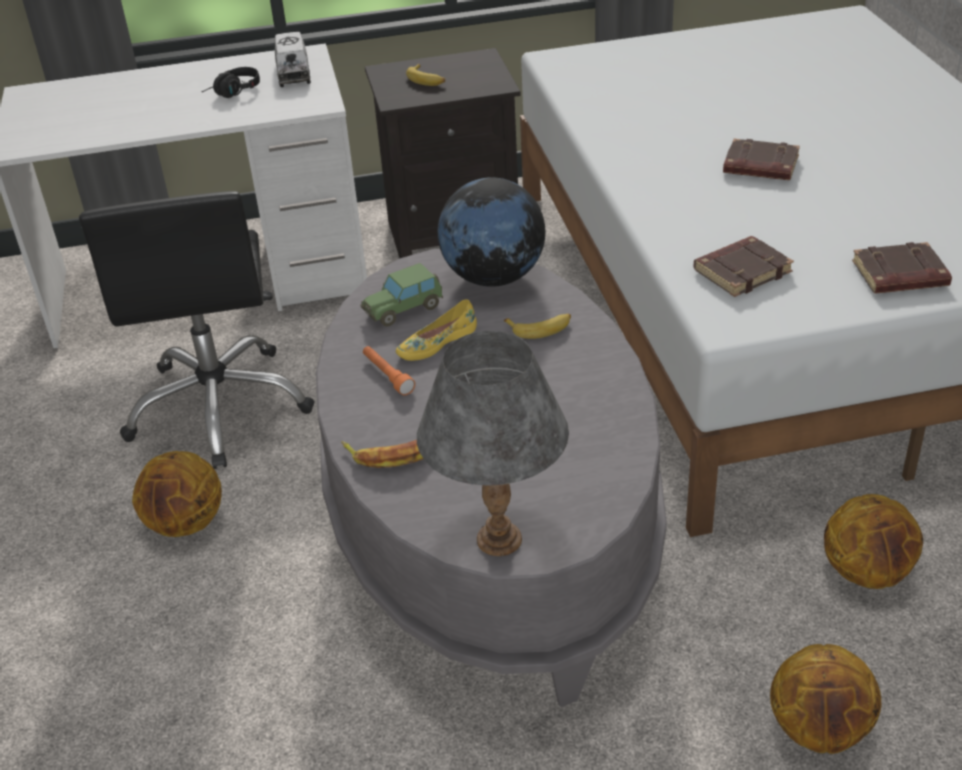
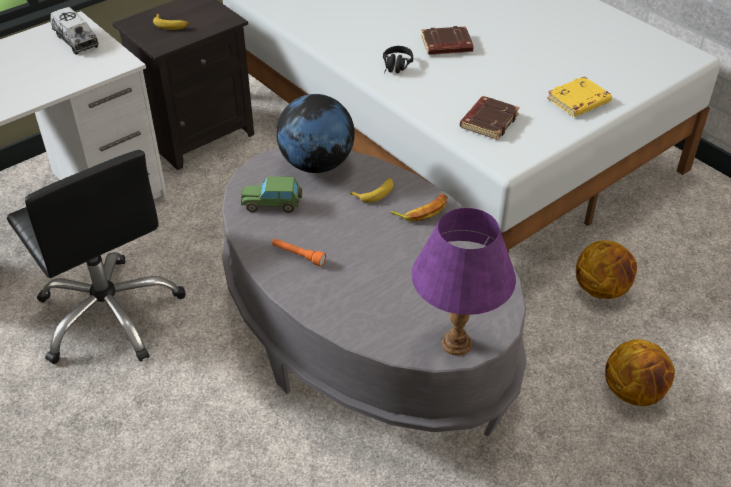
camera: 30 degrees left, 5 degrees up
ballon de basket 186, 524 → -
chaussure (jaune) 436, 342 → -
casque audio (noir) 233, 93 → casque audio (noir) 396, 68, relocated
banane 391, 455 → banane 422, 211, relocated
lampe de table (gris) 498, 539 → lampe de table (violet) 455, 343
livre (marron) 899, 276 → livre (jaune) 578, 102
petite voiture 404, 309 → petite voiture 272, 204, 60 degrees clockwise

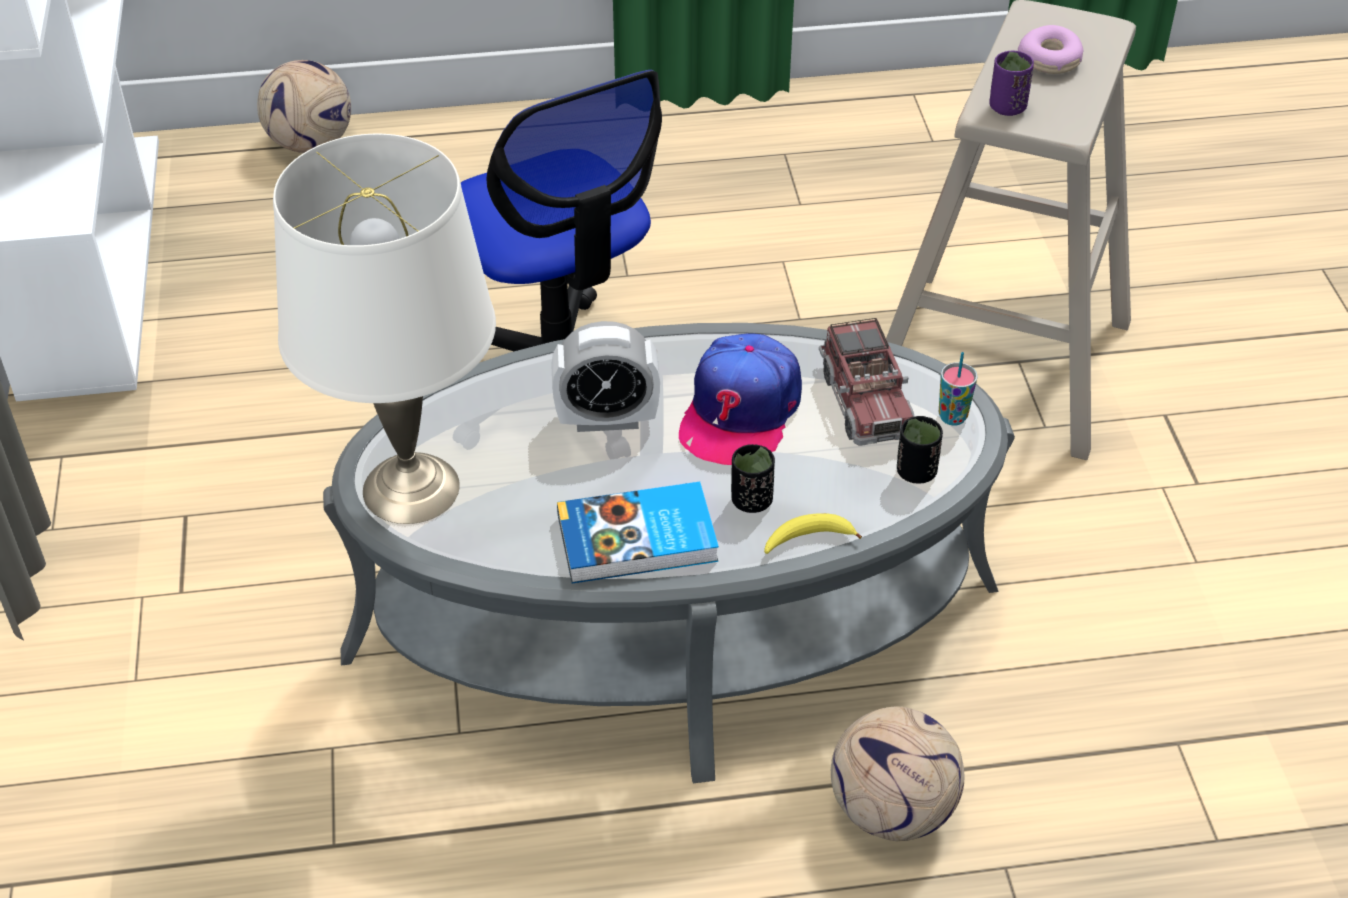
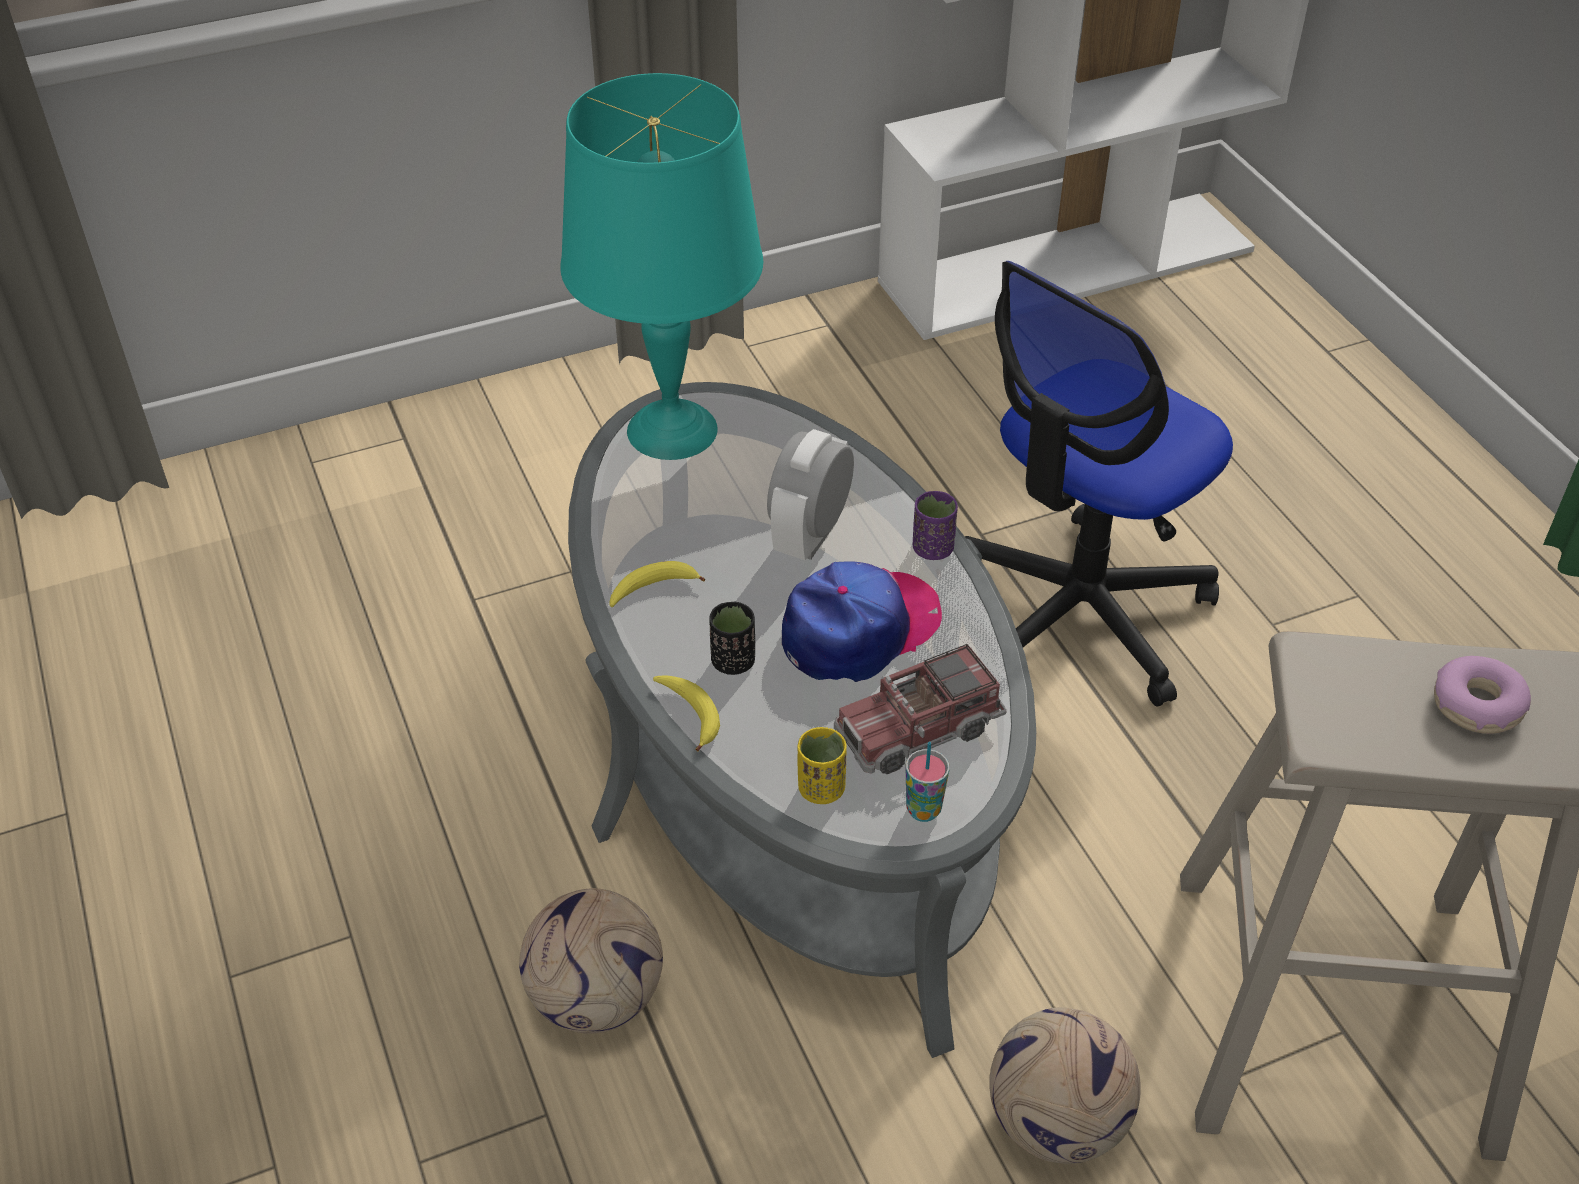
camera: 75 degrees right, 0 degrees up
ballon de foot 311, 144 → ballon de foot 1055, 1122, relocated
tasse (violet) 1007, 107 → tasse (violet) 932, 549, relocated
livre 638, 540 → banane 652, 589
lampe de table (blanc) 412, 487 → lampe de table (turquoise) 673, 430
tasse (noir) 916, 472 → tasse (jaune) 821, 789
réveil 607, 419 → réveil 810, 535, 45 degrees clockwise
casquette 740, 412 → casquette 860, 630, 135 degrees clockwise

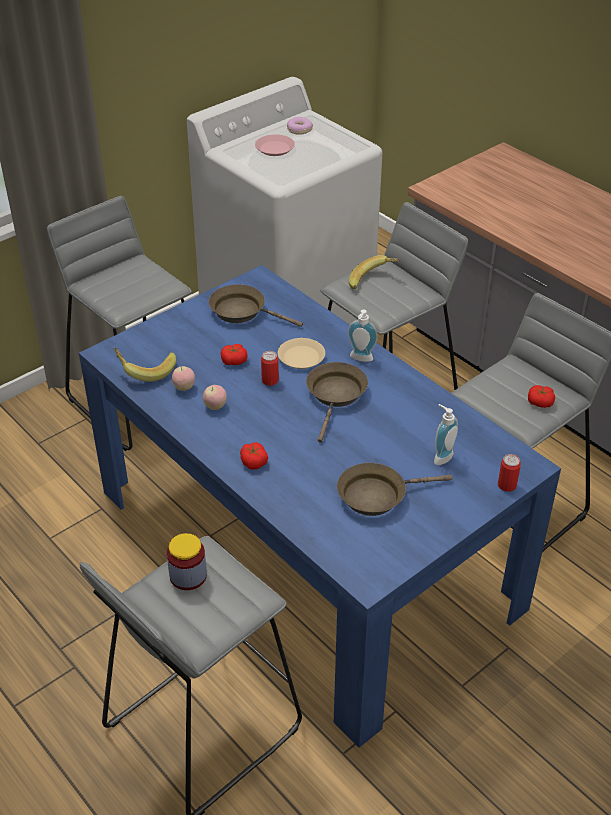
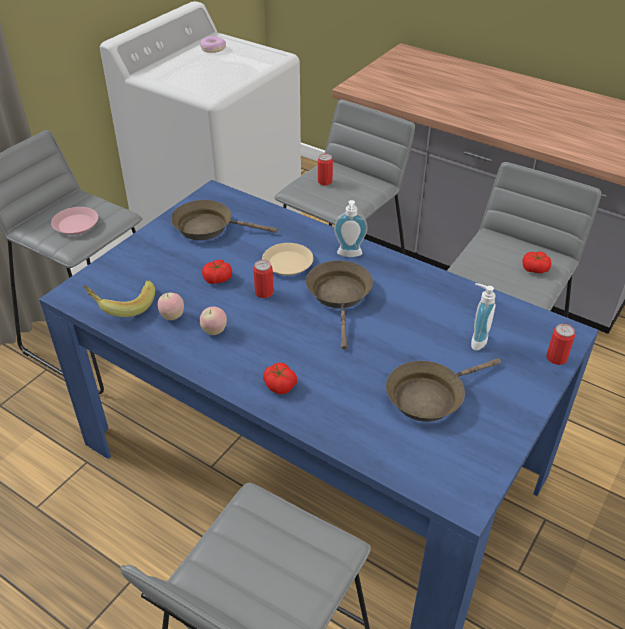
camera: 15 degrees left, 0 degrees up
bocal 188, 576 → -
assiette (rose) 274, 149 → assiette (rose) 75, 225, relocated
banane 373, 282 → boîte métallique 325, 181

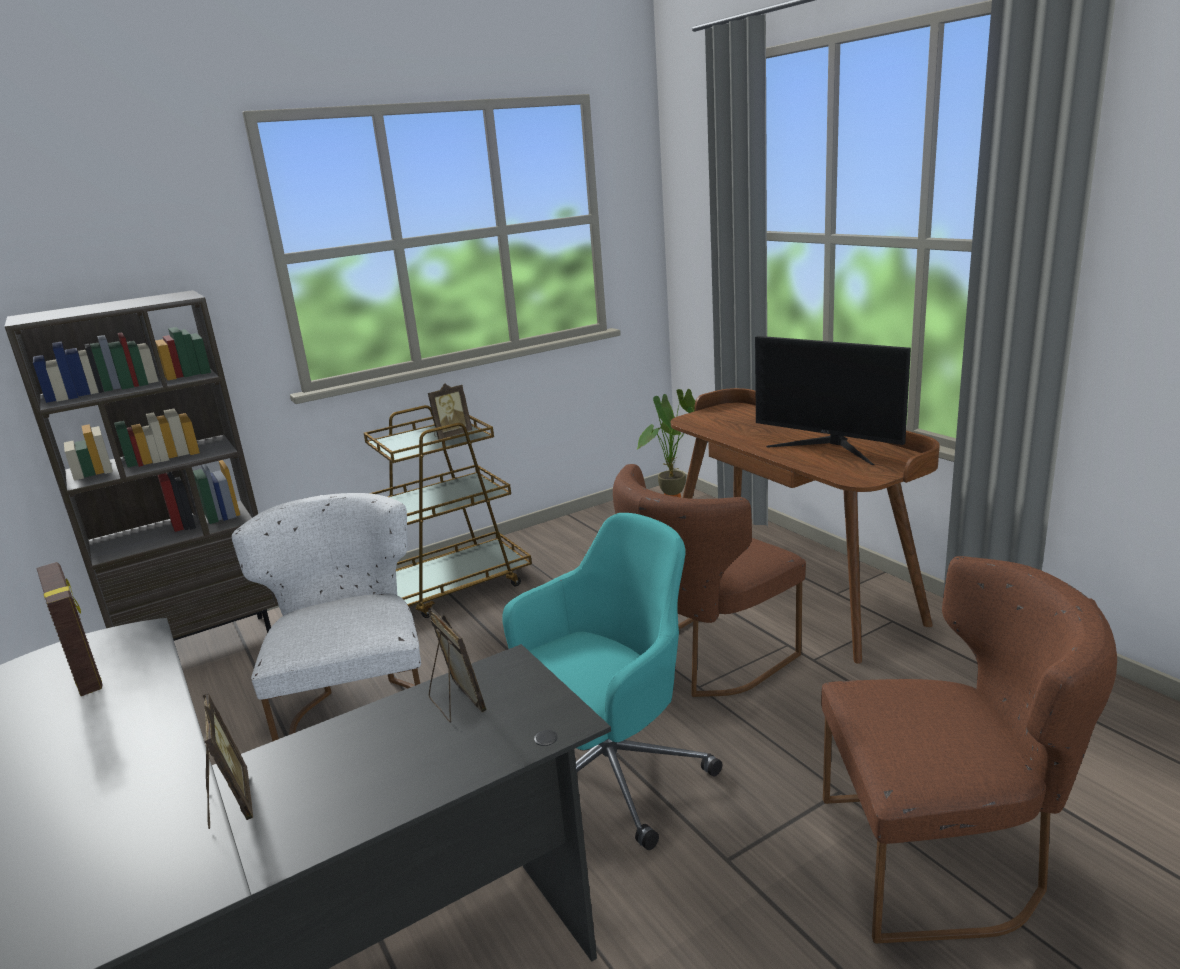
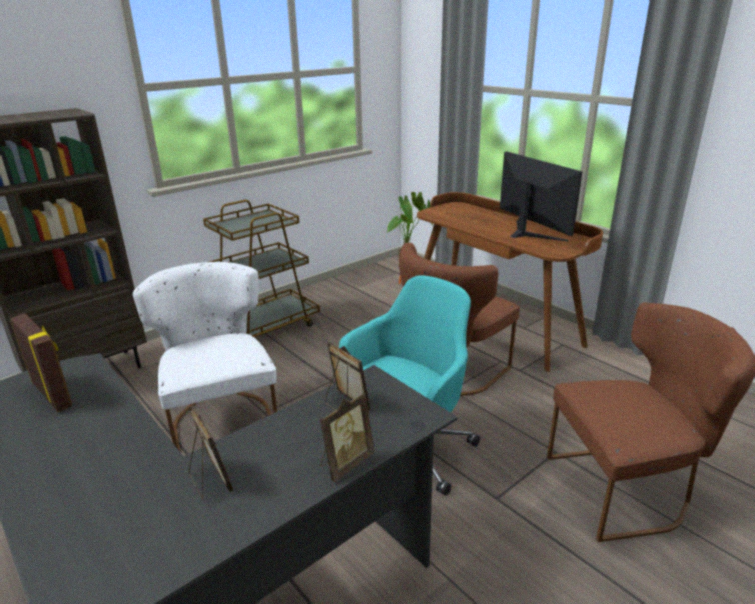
camera: 10 degrees left, 5 degrees up
cadre photo 451, 435 → cadre photo 345, 463, relocated
écran d'ordinateur 829, 448 → écran d'ordinateur 529, 233, 150 degrees counterclockwise

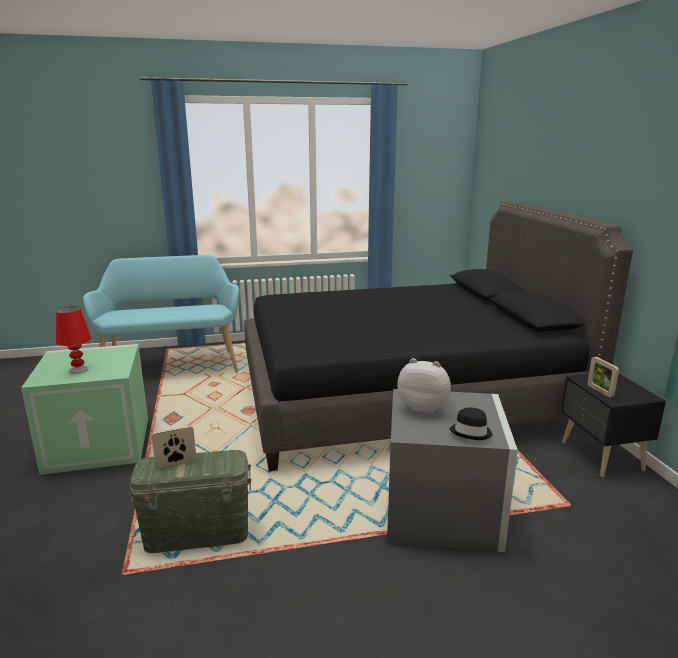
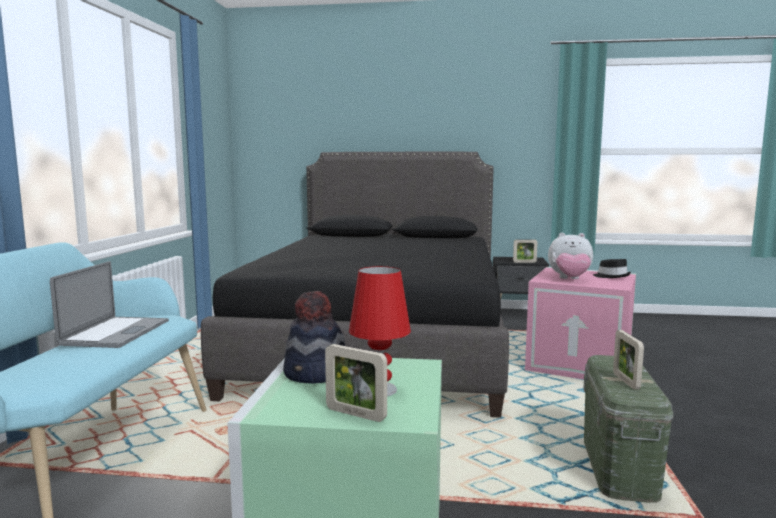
camera: 70 degrees left, 10 degrees down
- → ordinateur portable 116, 332
- → chapeau 317, 374
- → cadre photo 355, 414
boîte de rangement (gris) 443, 511 → boîte de rangement (rose) 581, 363
peluche 424, 408 → peluche 570, 279, 120 degrees counterclockwise

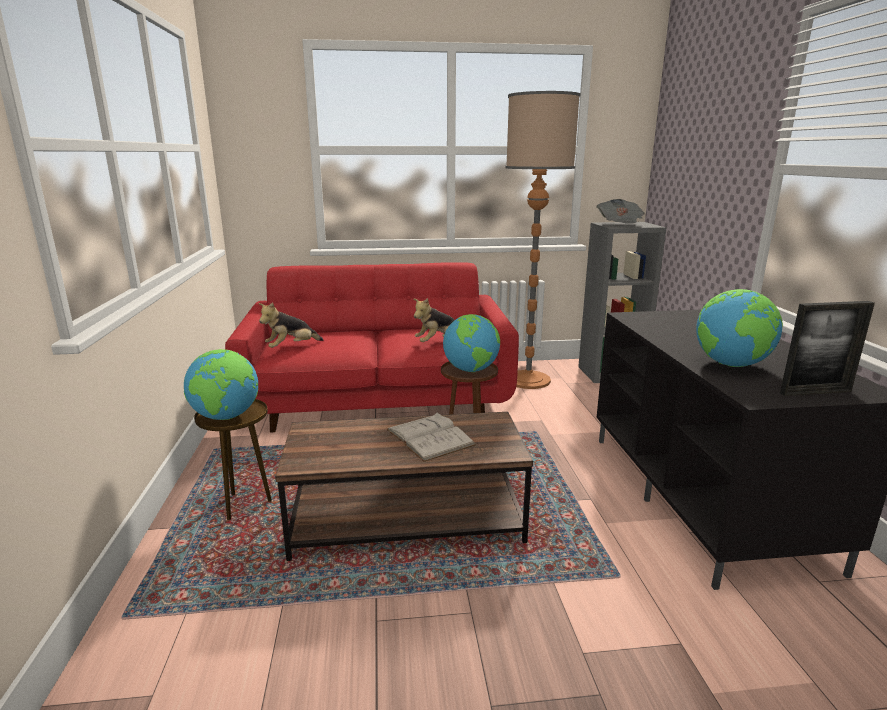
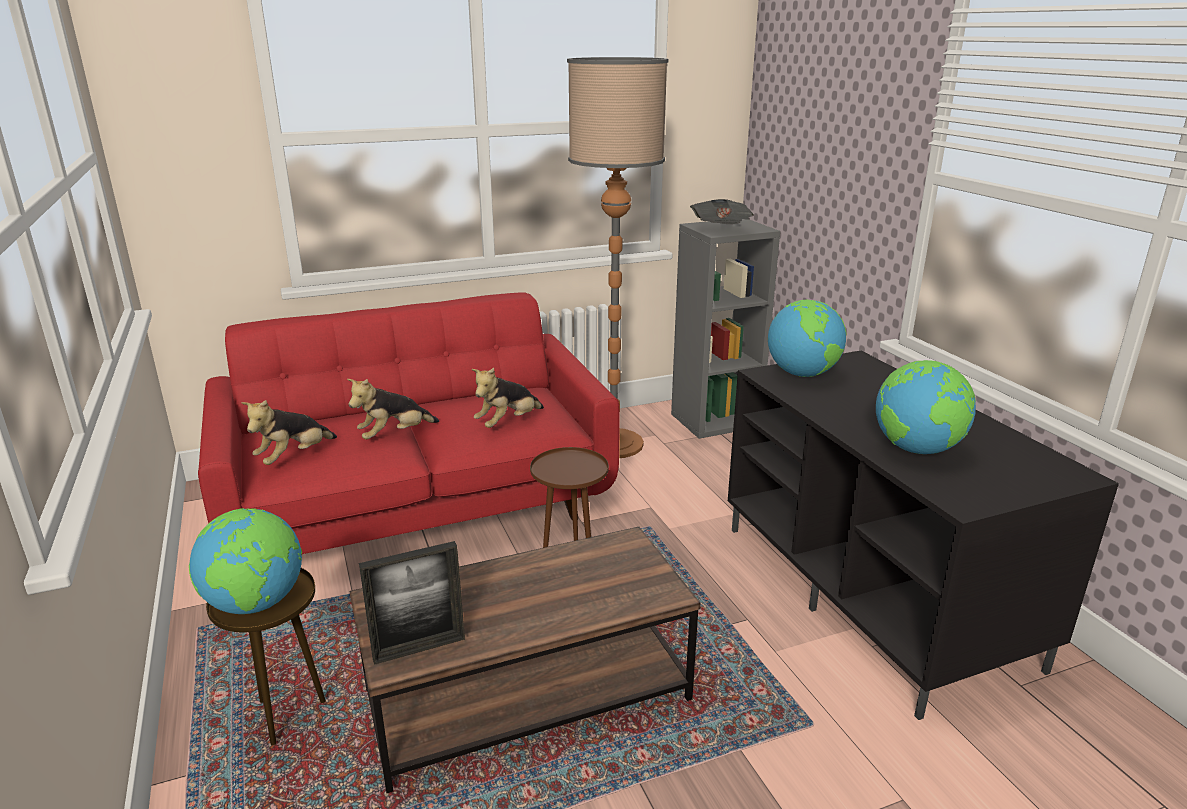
camera: 15 degrees left, 5 degrees up
livre (blanc) 430, 437 → -
- → peluche 394, 435
globe 471, 370 → globe 802, 374, relocated
cadre photo 815, 392 → cadre photo 419, 648, relocated

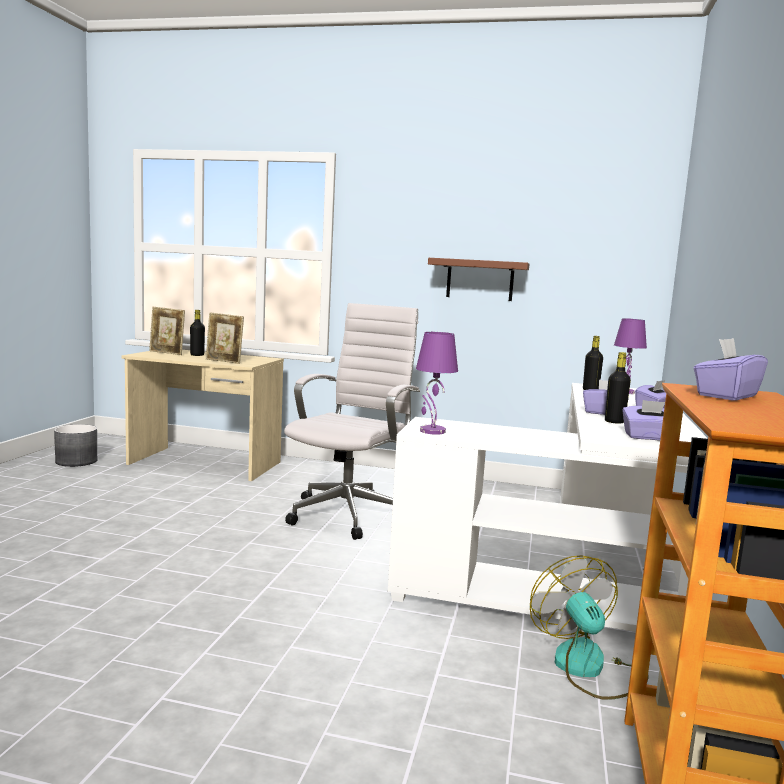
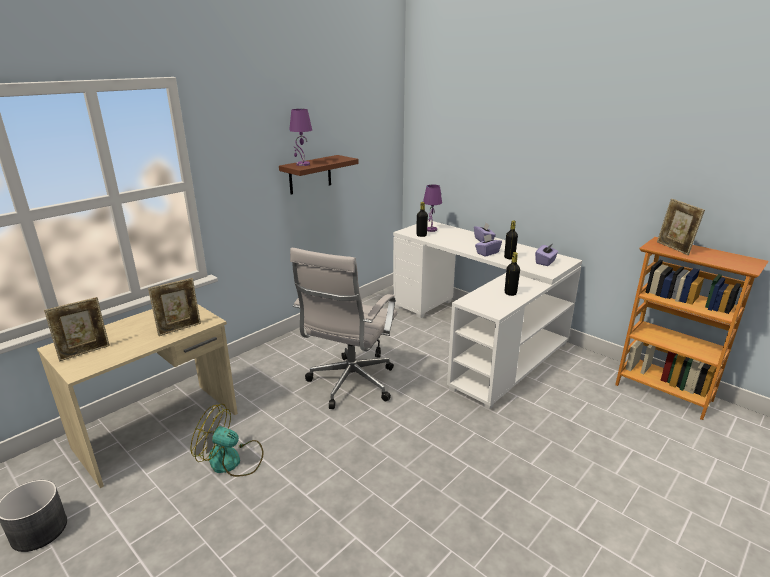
camera: 60 degrees left, 15 degrees up
bouteille (noir) 197, 355 → bouteille (noir) 510, 293, relocated
lampe de table (violet) 431, 431 → lampe de table (violet) 302, 164, relocated
ventilateur 588, 668 → ventilateur 232, 461, relocated
boîte à mouchoirs (violet) 726, 396 → cadre photo 674, 248
chaise de bureau (blanc) 349, 514 → chaise de bureau (blanc) 349, 385, 120 degrees counterclockwise

